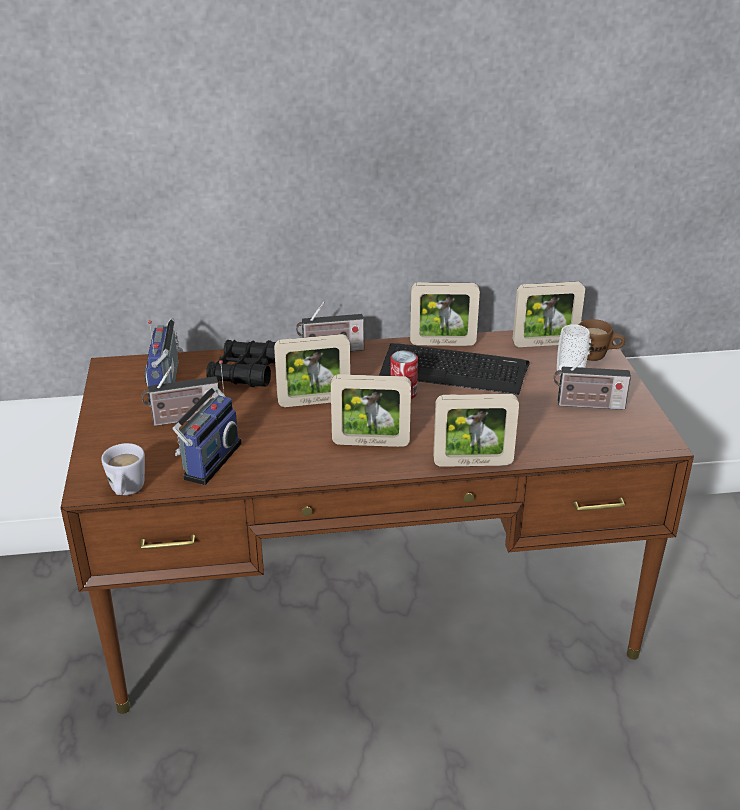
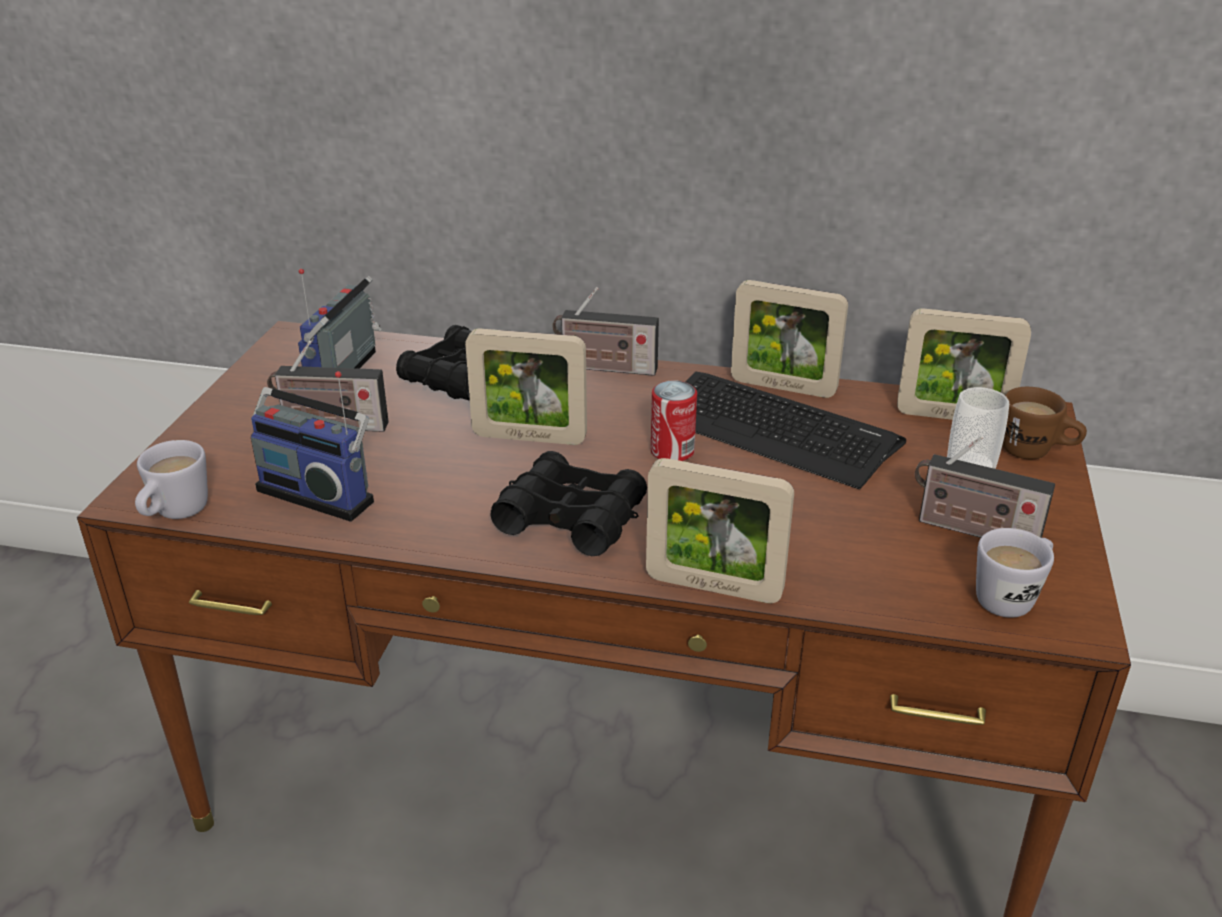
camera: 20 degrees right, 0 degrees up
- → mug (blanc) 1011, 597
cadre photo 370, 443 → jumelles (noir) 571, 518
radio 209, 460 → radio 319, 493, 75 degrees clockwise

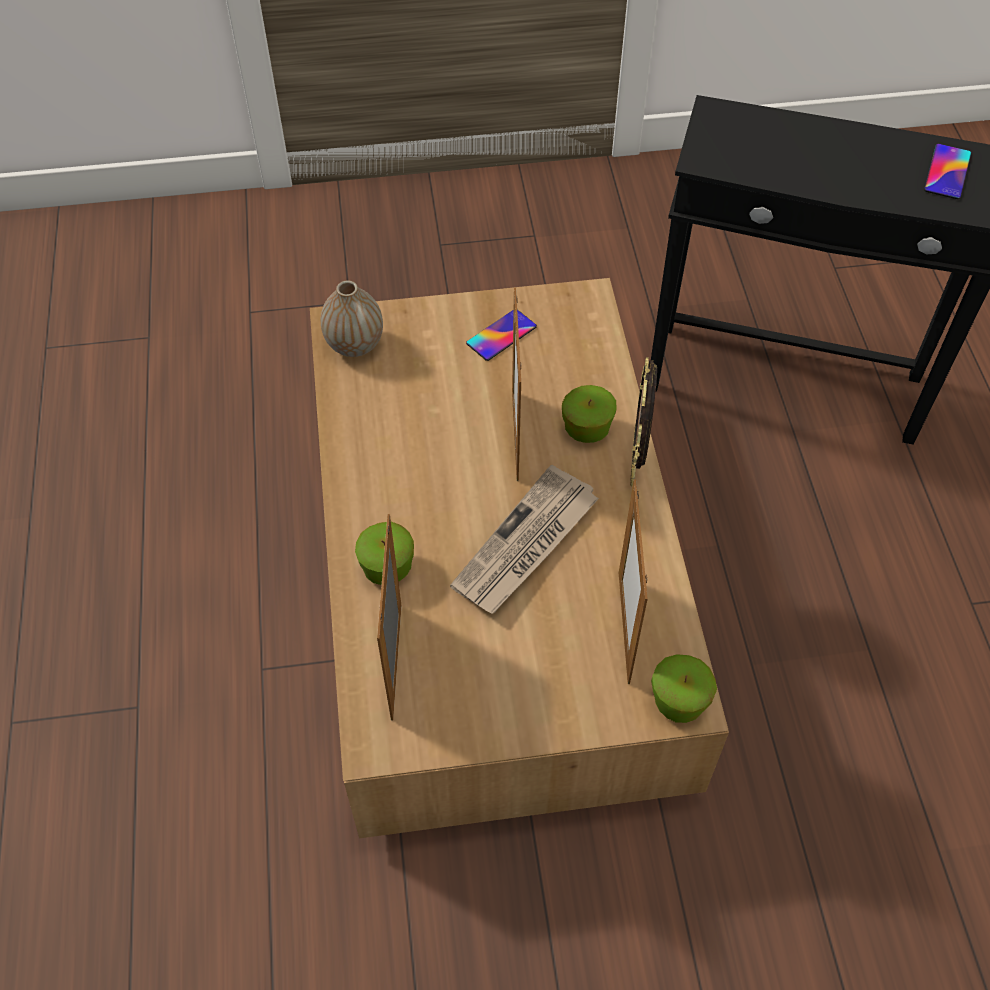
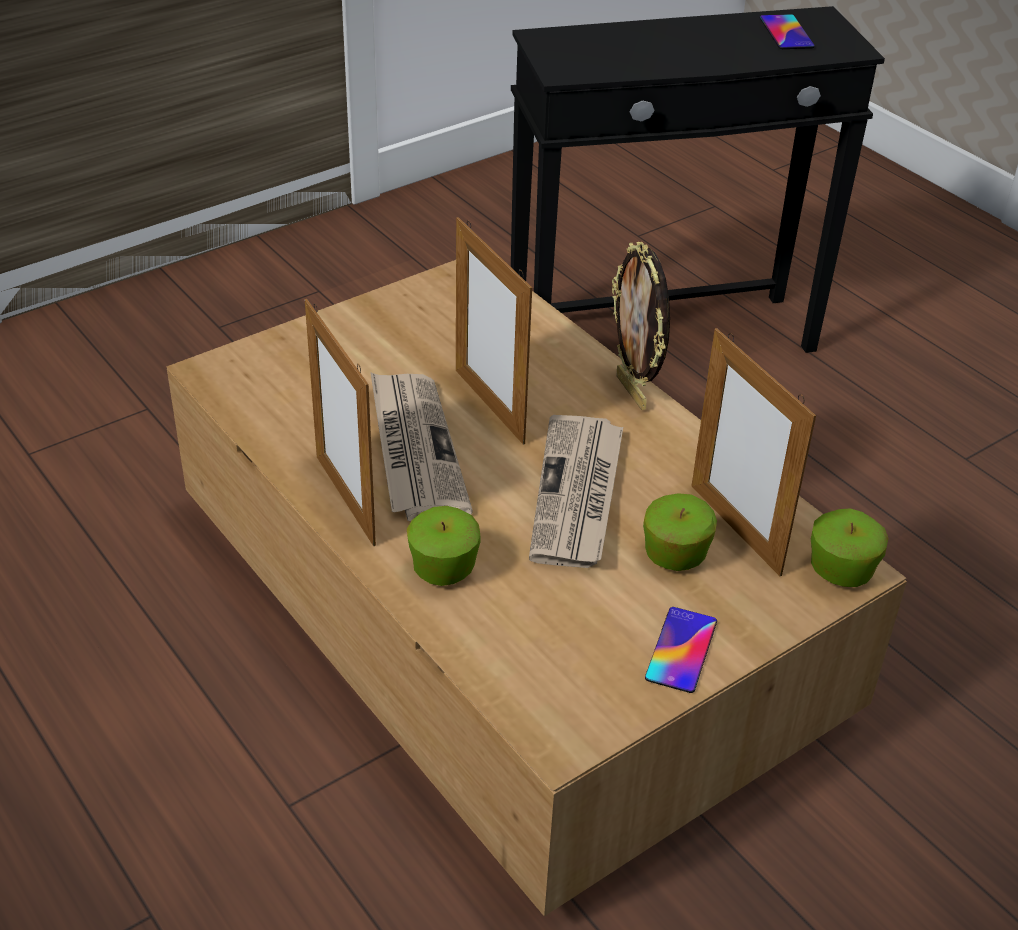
camera: 30 degrees left, 15 degrees down
vase 354, 344 → -
- → journal 414, 449
cadre photo 396, 661 → cadre photo 345, 500, relocated
téléphone 501, 335 → téléphone 681, 650, relocated
pomme 587, 429 → pomme 675, 556, relocated

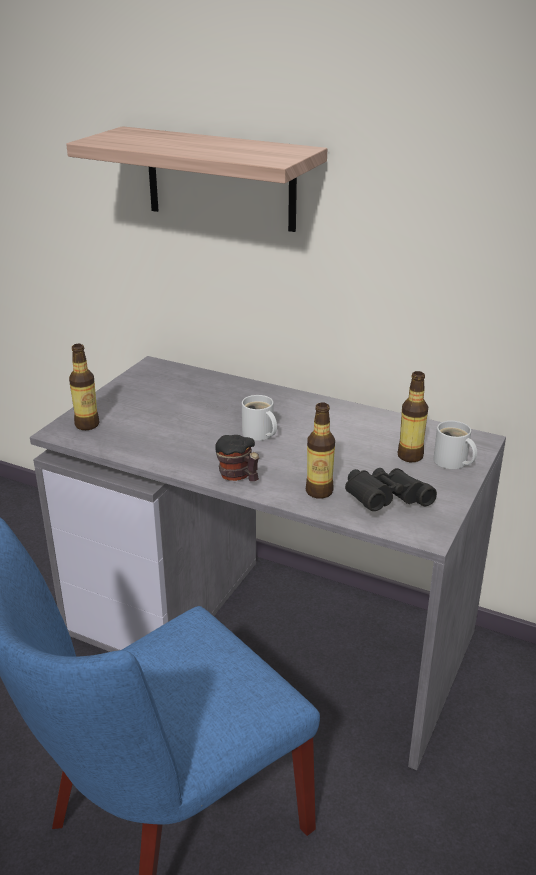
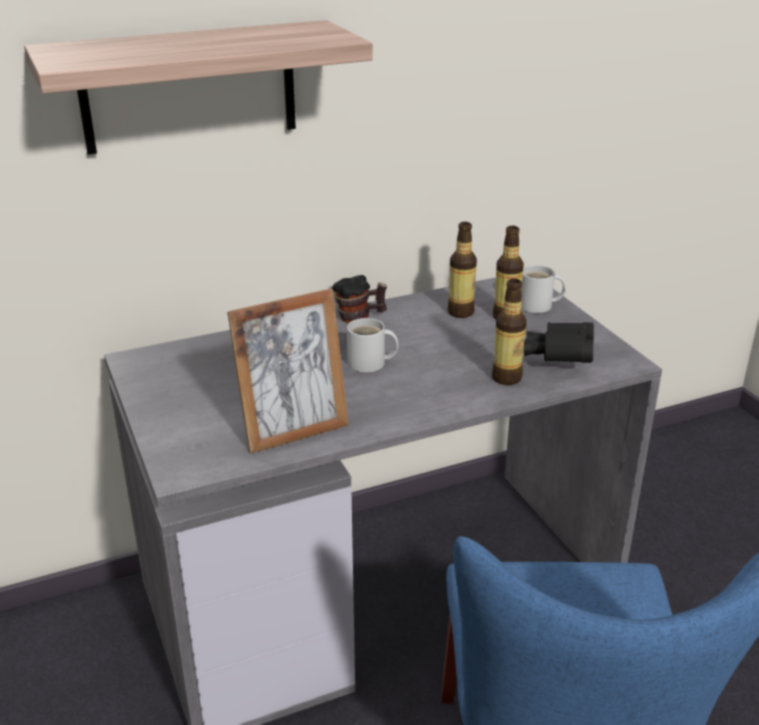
camera: 50 degrees left, 0 degrees up
- → cadre photo 294, 431
bouteille 87, 425 → bouteille 460, 312, relocated
mug 238, 477 → mug 359, 317, relocated

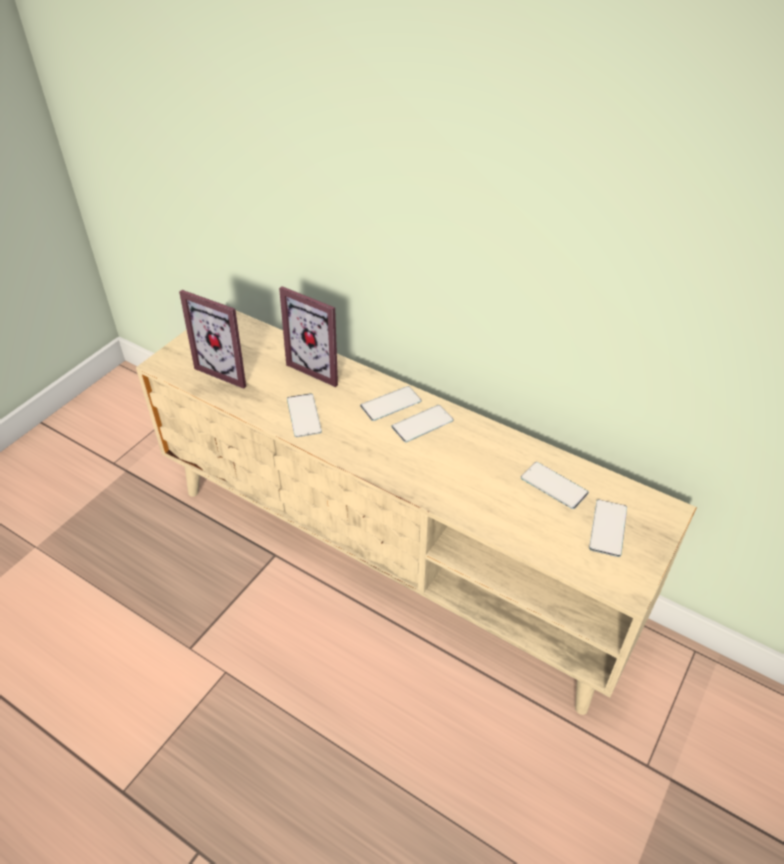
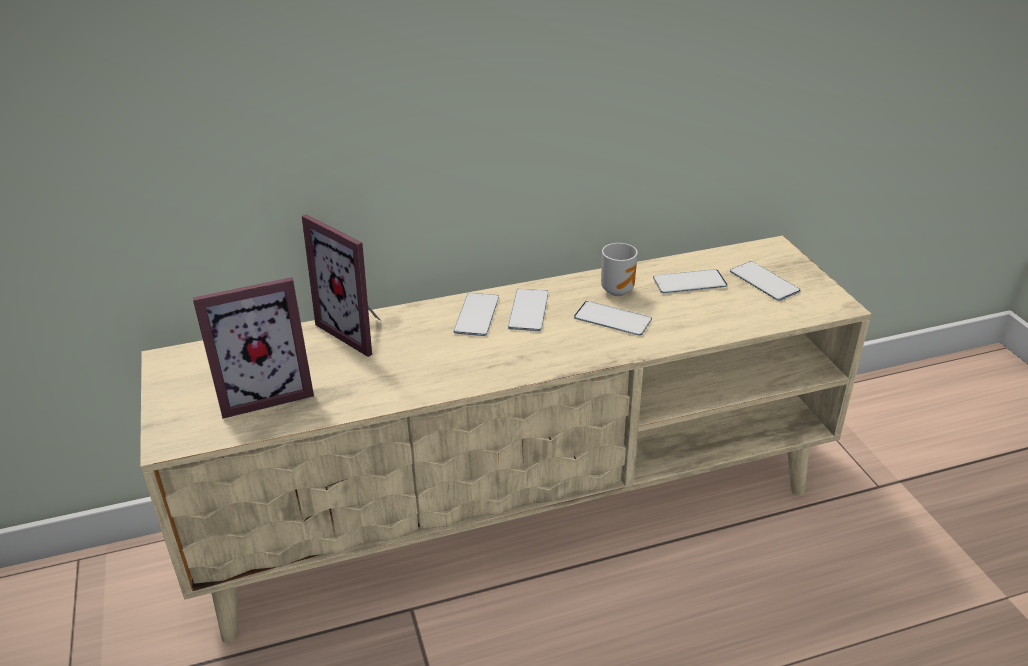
camera: 50 degrees left, 10 degrees down
- → mug 618, 289
téléphone 304, 415 → téléphone 612, 319, relocated
cadre photo 321, 366 → cadre photo 359, 330, 60 degrees clockwise

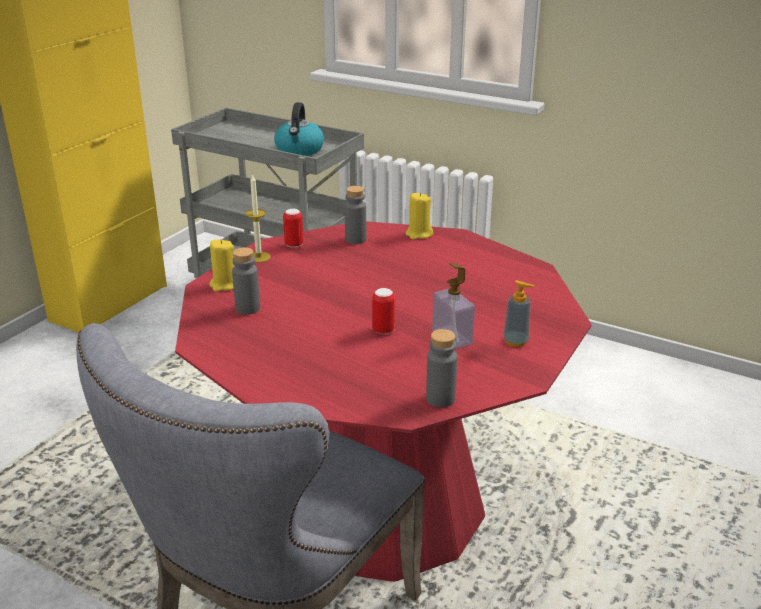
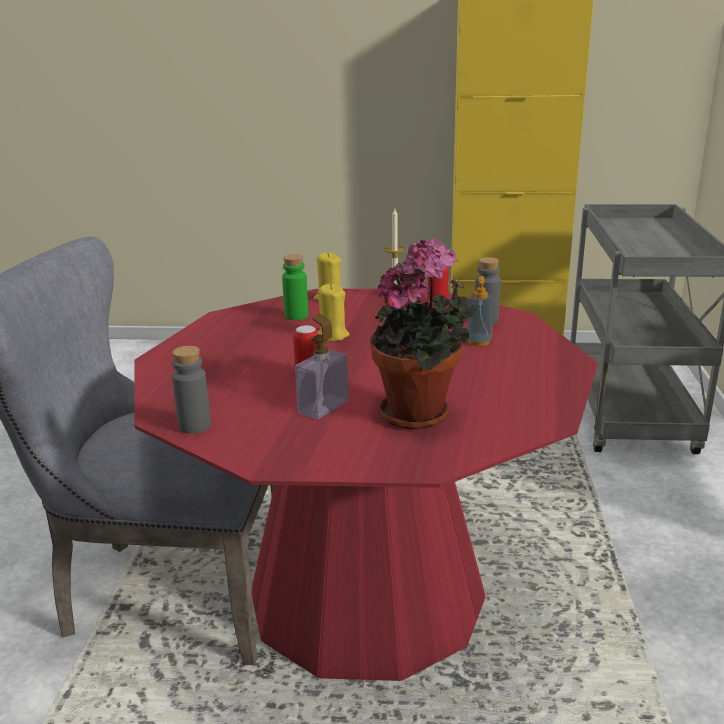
camera: 65 degrees right, 5 degrees down
bouilloire 300, 150 → -
- → plante en pot 421, 414
bougie (jaune) 419, 234 → bougie (jaune) 332, 335, relocated
distributeur de savon 515, 341 → distributeur de savon 478, 342, relocated
bouteille (gris) 248, 308 → bouteille (vert) 296, 316

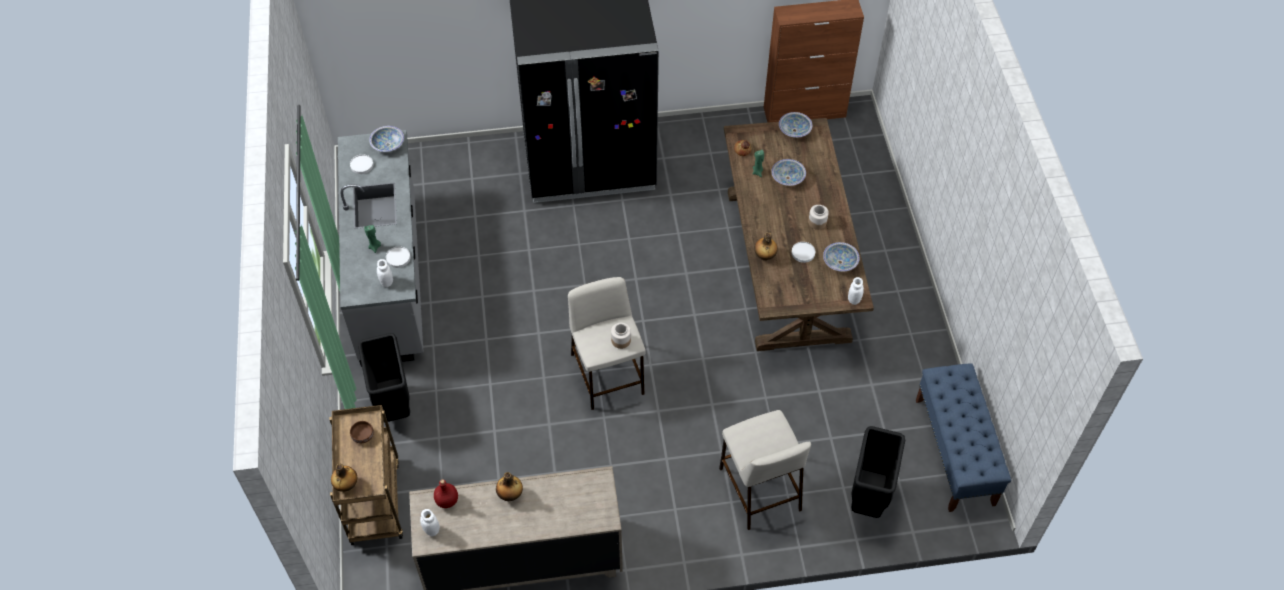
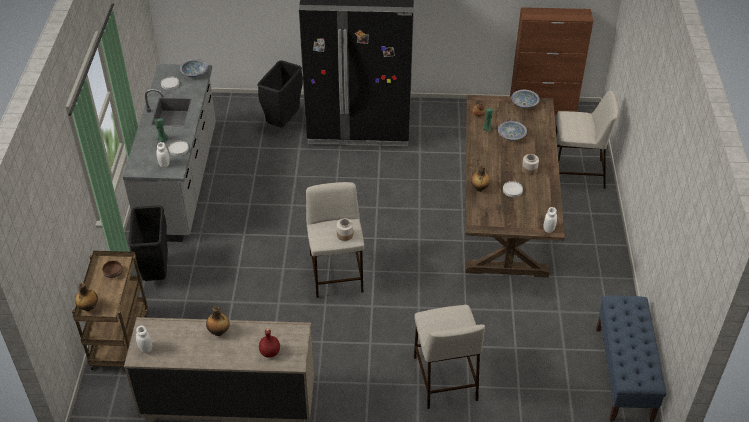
camera: 10 degrees right, 10 degrees down
bol 840, 262 → -
- → tabouret (beige) 576, 172
bouteille (rouge) 447, 500 → bouteille (rouge) 270, 352, relocated
poubelle (noir) 868, 499 → poubelle (noir) 284, 123, relocated

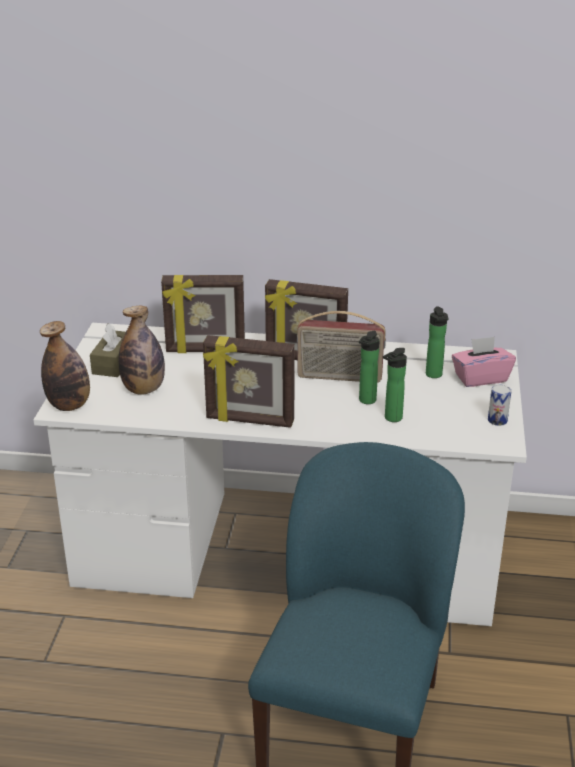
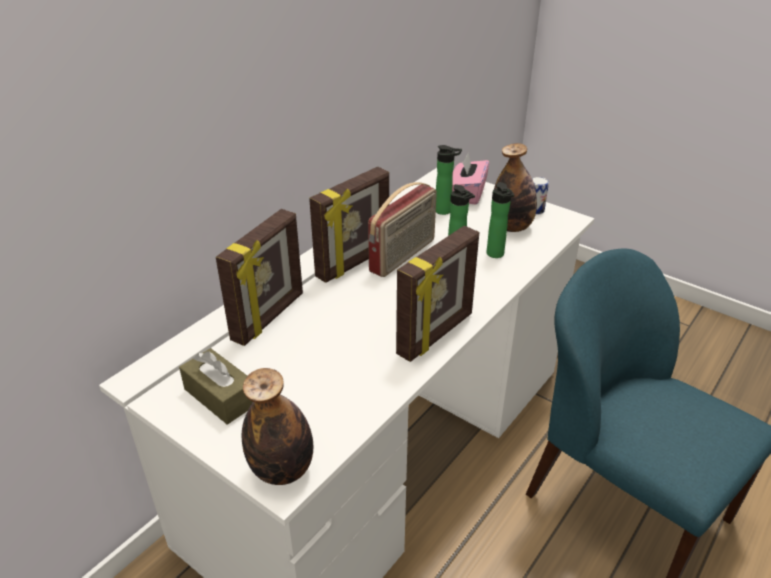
camera: 60 degrees left, 5 degrees up
bouteille 143, 389 → bouteille 512, 227, relocated

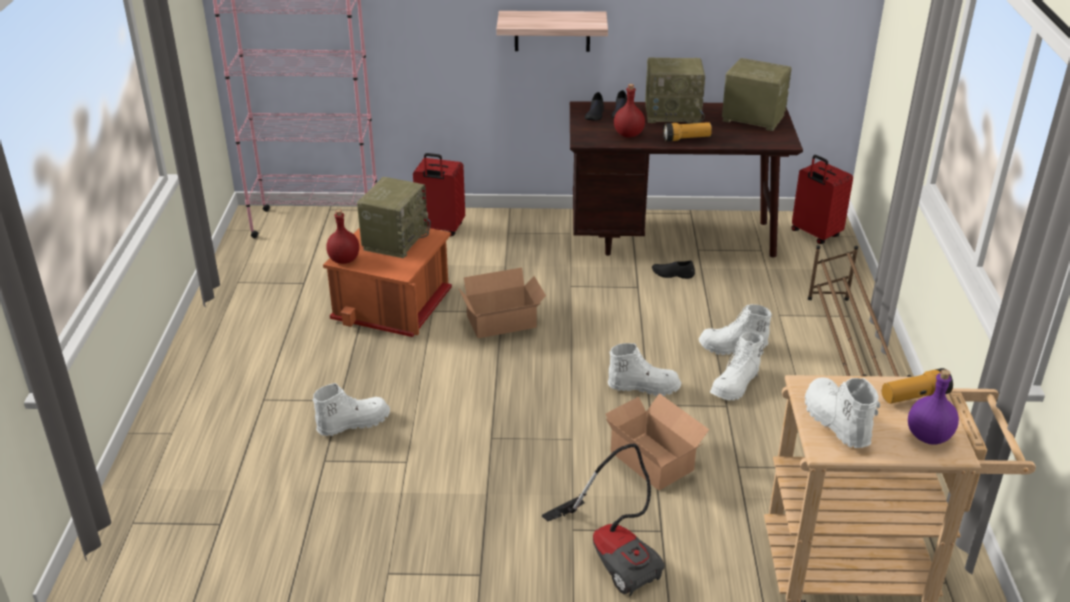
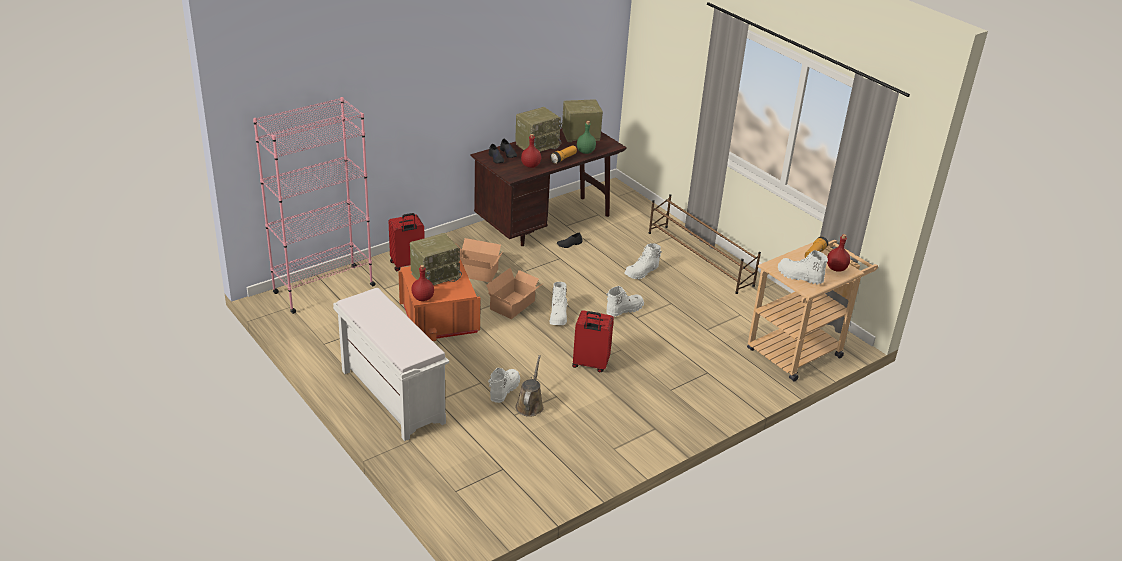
camera: 40 degrees left, 0 degrees up
étagère 552, 31 → -
aspirateur 614, 553 → -
- → banc (blanc) 391, 396
- → arrosoir (marron) 530, 405
- → bouteille (vert) 586, 152
carton 653, 458 → carton 475, 271, relocated
botte (blanc) 736, 385 → botte (blanc) 558, 315, relocated
valise (rouge) 814, 234 → valise (rouge) 590, 364, relocated
bouteille (violet) 929, 437 → bouteille (rouge) 836, 268
radio 395, 239 → radio 435, 275, 75 degrees clockwise

